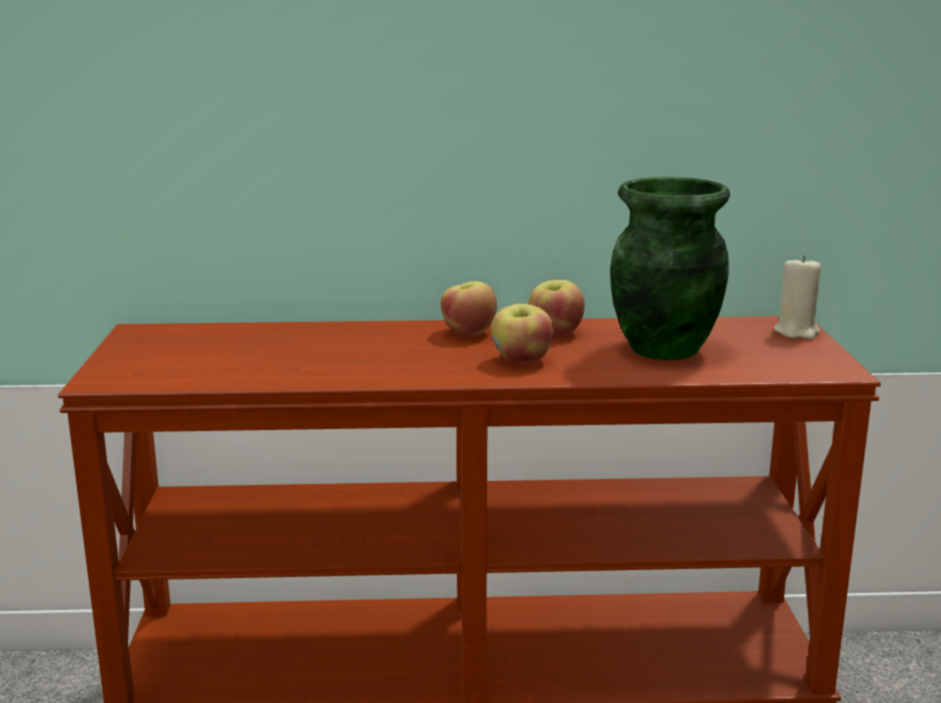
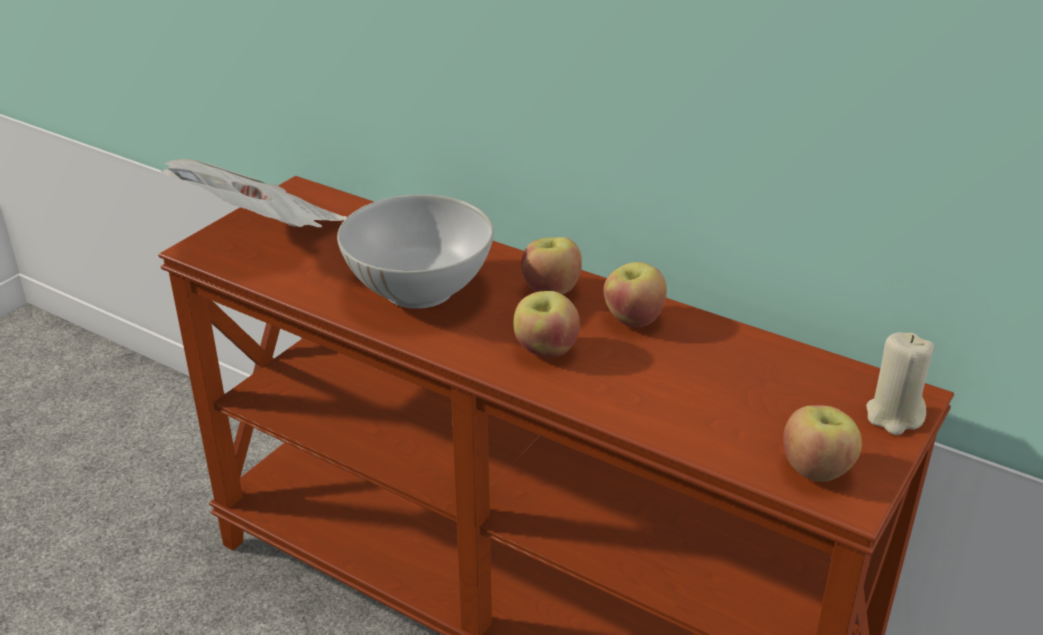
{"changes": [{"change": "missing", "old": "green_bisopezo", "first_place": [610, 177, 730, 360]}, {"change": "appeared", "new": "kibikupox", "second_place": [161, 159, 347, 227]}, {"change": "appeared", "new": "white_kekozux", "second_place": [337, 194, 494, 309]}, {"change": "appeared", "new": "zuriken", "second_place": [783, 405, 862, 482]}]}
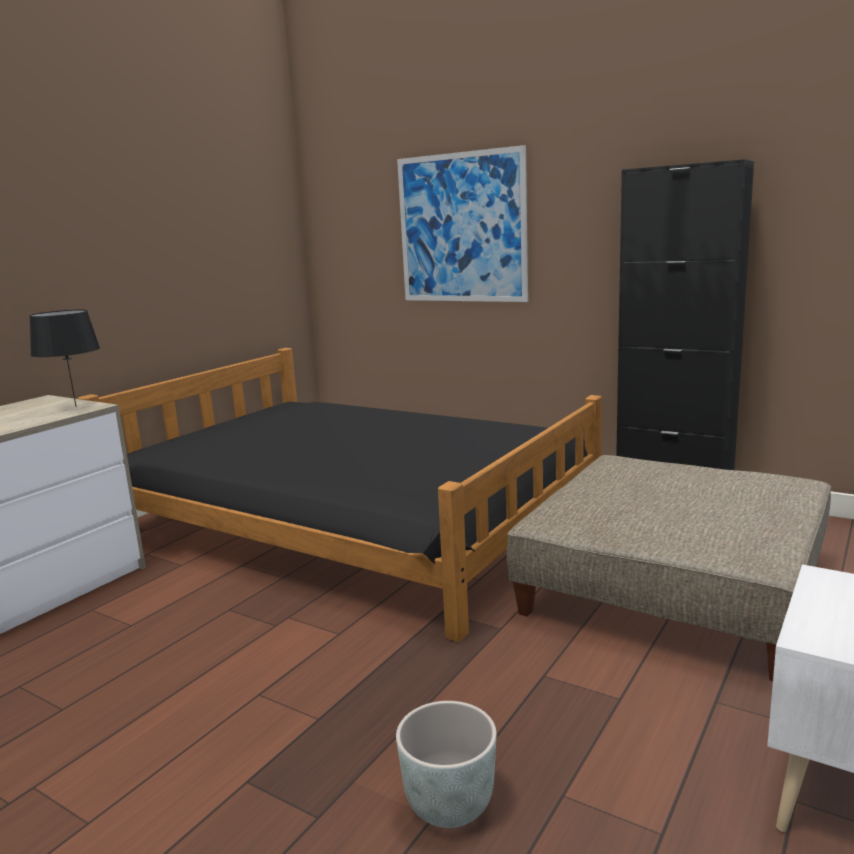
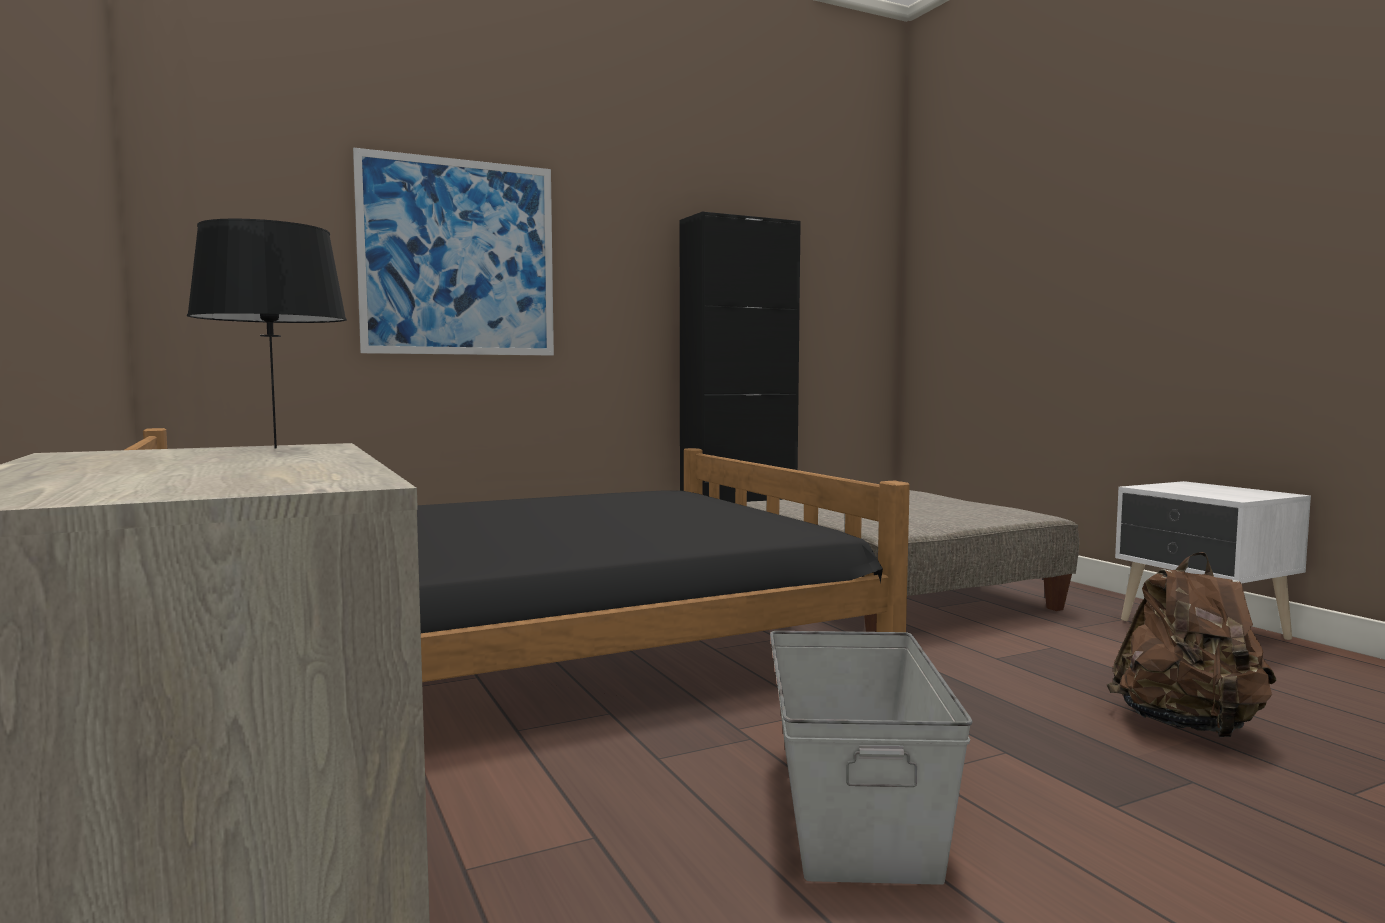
{"changes": [{"change": "exchanged", "old": "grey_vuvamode", "new": "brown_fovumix", "first_place": [396, 701, 497, 828], "second_place": [1107, 552, 1277, 737]}, {"change": "appeared", "new": "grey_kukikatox", "second_place": [770, 631, 973, 885]}]}
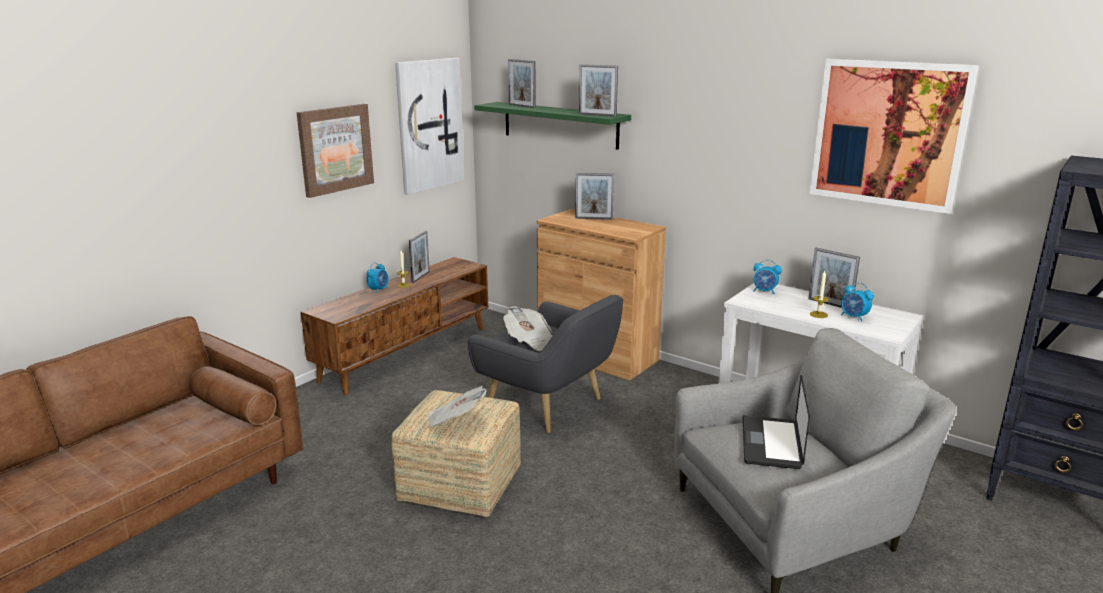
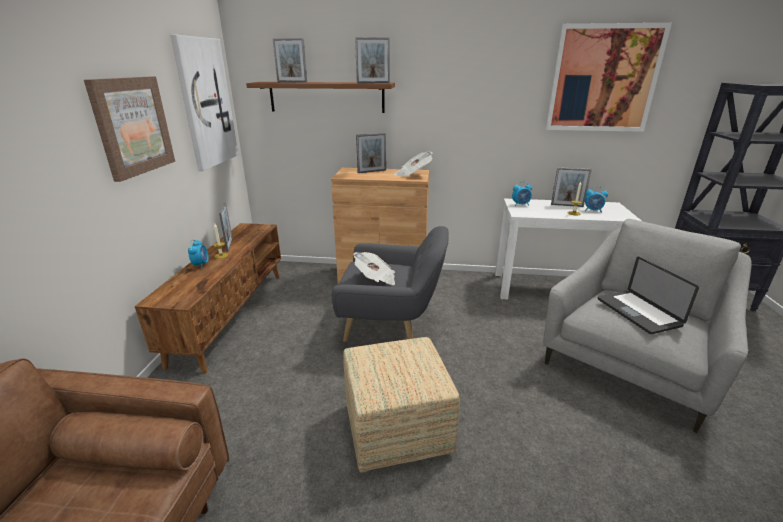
{"changes": [{"change": "colour", "old": "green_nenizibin", "new": "brown_nenizibin", "first_place": [474, 102, 631, 149], "second_place": [246, 82, 395, 113]}, {"change": "relocated", "old": "kibikupox", "first_place": [427, 386, 487, 428], "second_place": [394, 151, 433, 177]}]}
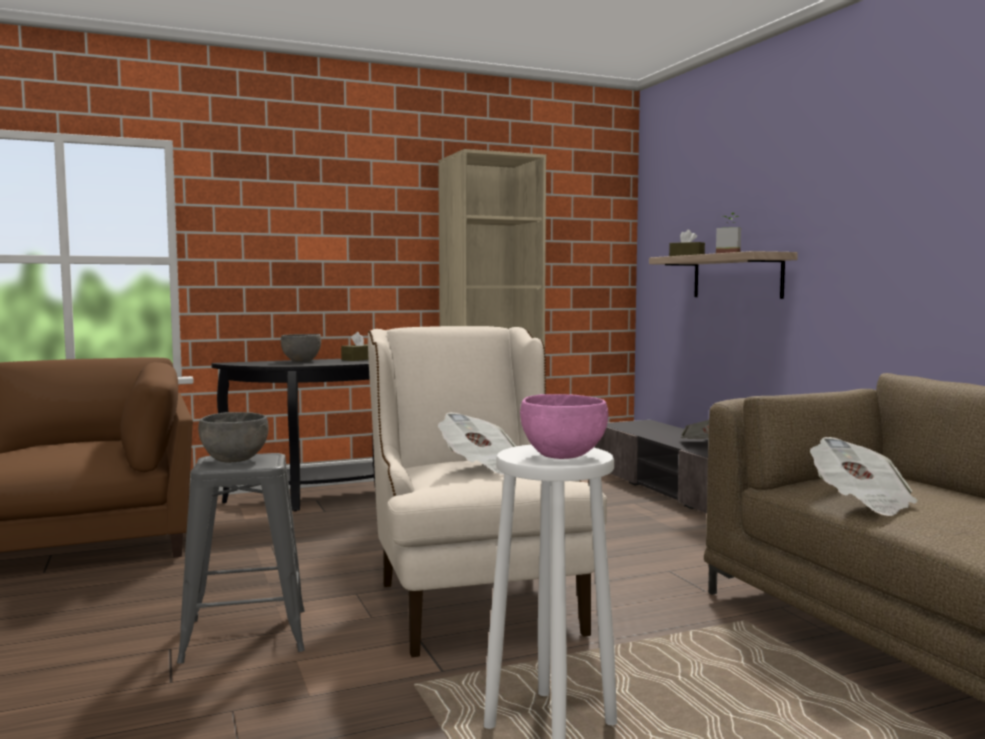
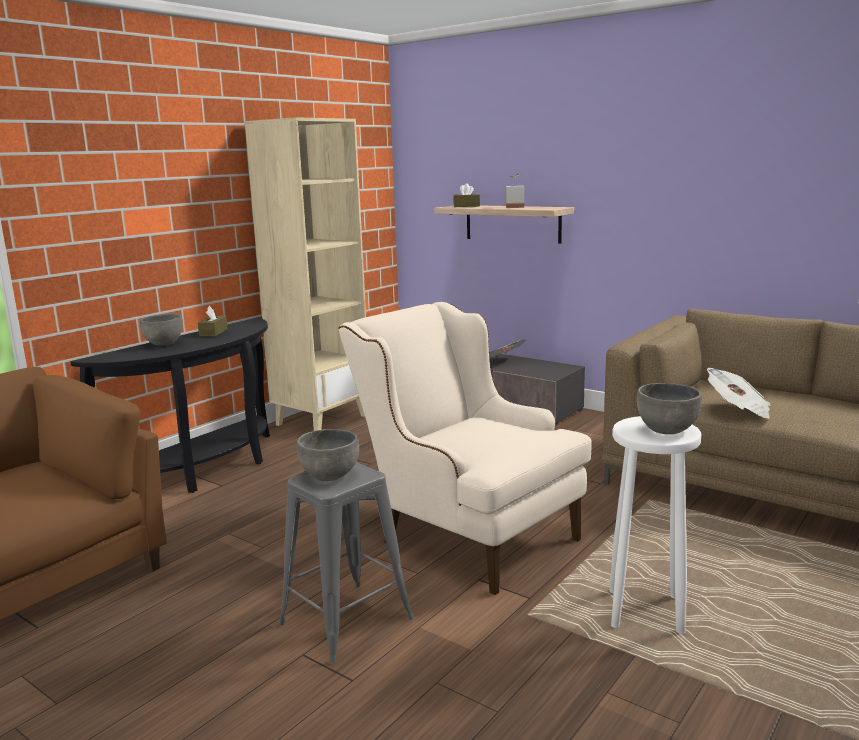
{"changes": [{"change": "colour", "old": "pink_kekozux", "new": "grey_kekozux", "first_place": [520, 394, 608, 459], "second_place": [637, 383, 702, 434]}, {"change": "missing", "old": "kibikupox", "first_place": [438, 412, 516, 475]}]}
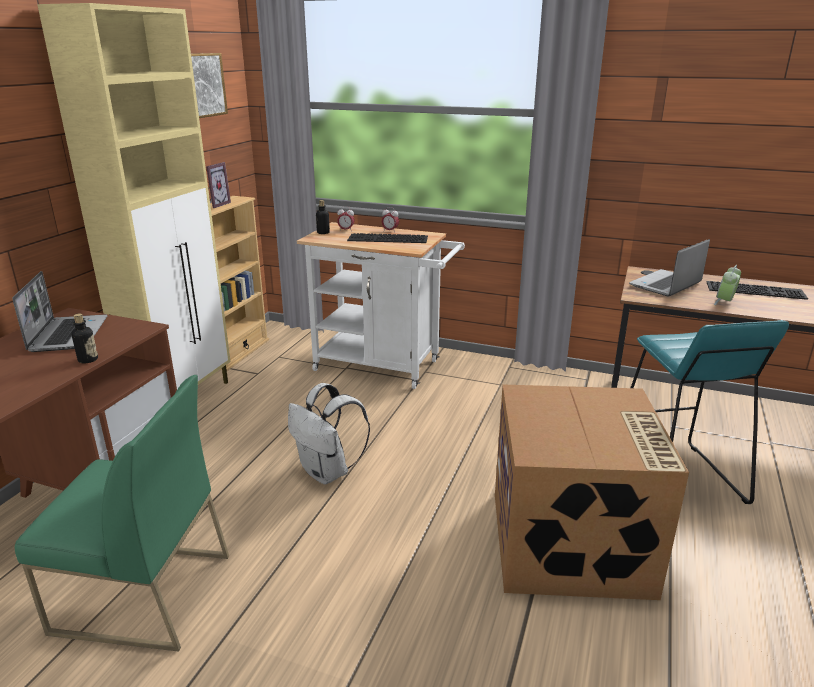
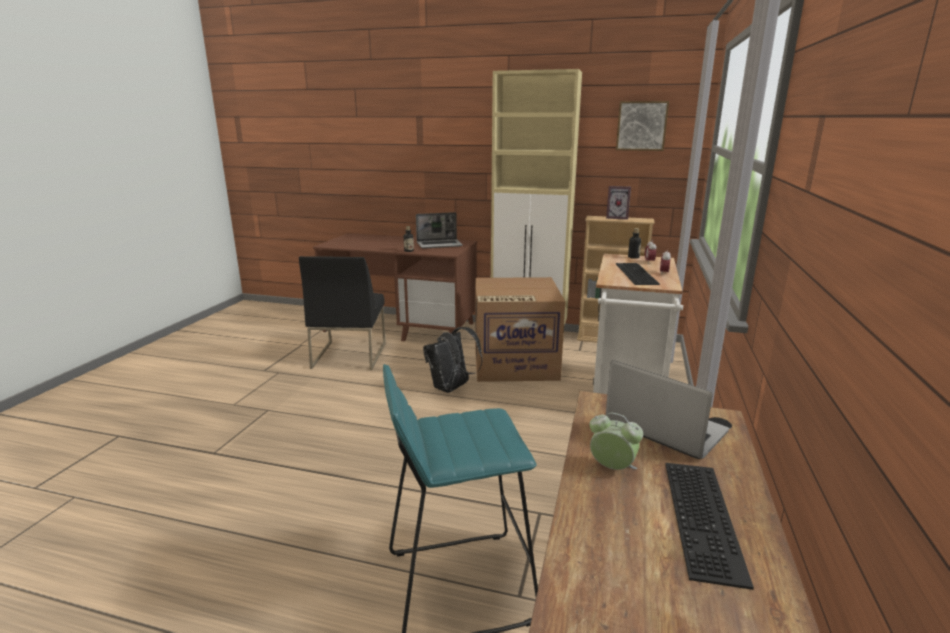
{"changes": [{"change": "colour", "old": "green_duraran", "new": "black_duraran", "first_place": [15, 375, 229, 651], "second_place": [299, 256, 386, 370]}, {"change": "colour", "old": "white_fovumix", "new": "black_fovumix", "first_place": [288, 383, 370, 484], "second_place": [423, 327, 483, 393]}, {"change": "relocated", "old": "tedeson", "first_place": [495, 385, 689, 600], "second_place": [475, 277, 565, 382]}]}
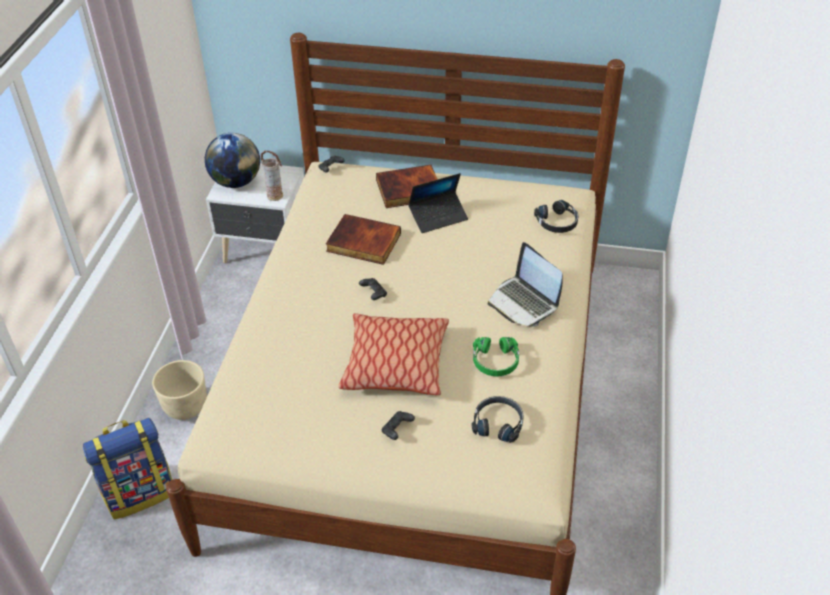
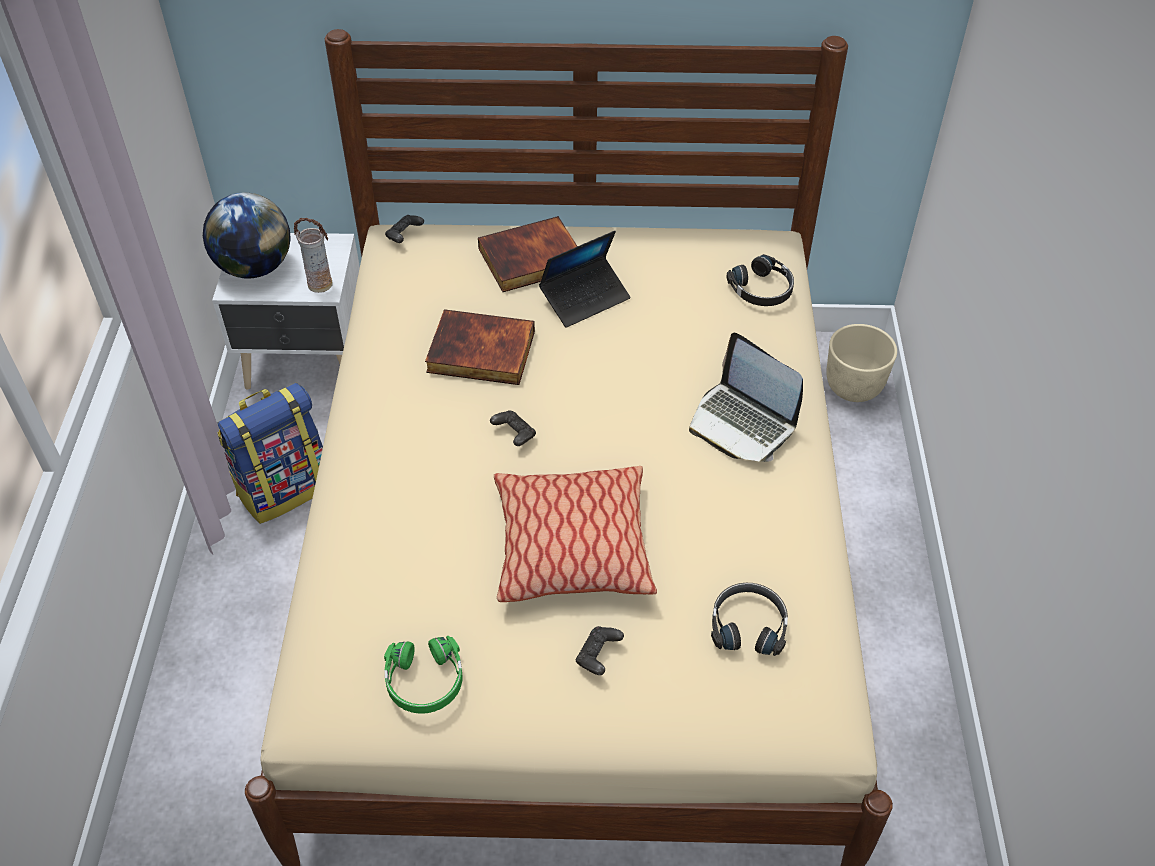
{"changes": [{"change": "relocated", "old": "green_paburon", "first_place": [473, 337, 519, 376], "second_place": [384, 636, 462, 714]}, {"change": "relocated", "old": "beige_vuvamode", "first_place": [152, 360, 207, 420], "second_place": [826, 324, 897, 402]}, {"change": "relocated", "old": "fovumix", "first_place": [83, 418, 172, 520], "second_place": [217, 383, 323, 524]}]}
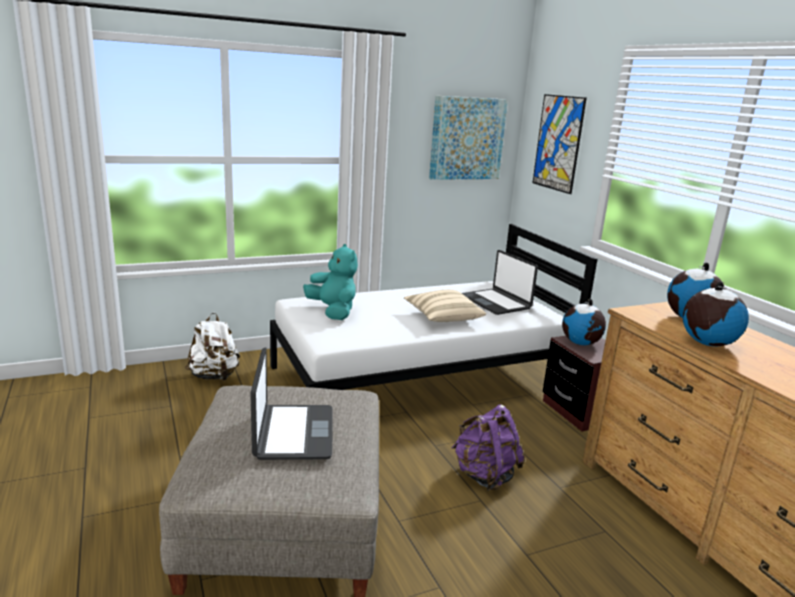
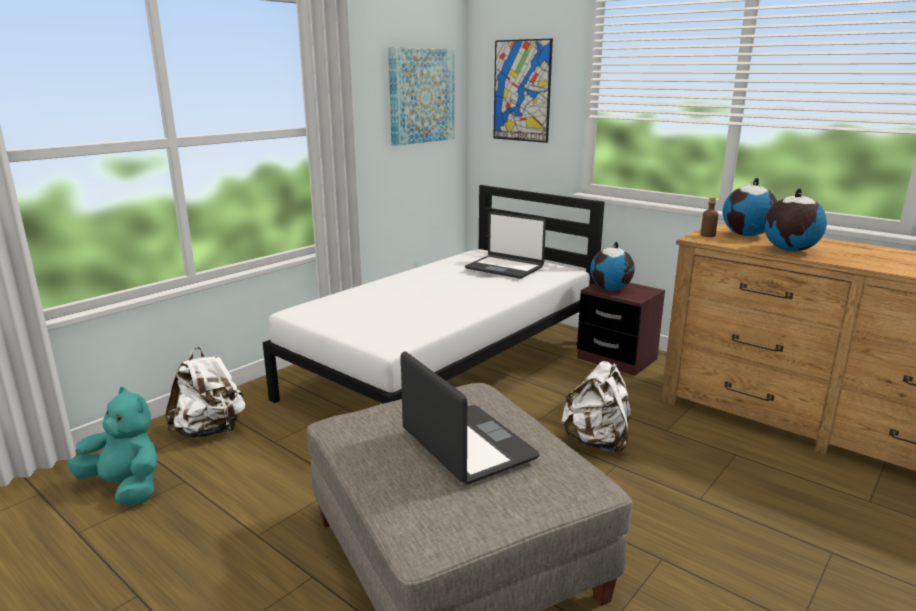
{"changes": [{"change": "relocated", "old": "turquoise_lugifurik", "first_place": [303, 244, 358, 320], "second_place": [67, 387, 157, 506]}, {"change": "missing", "old": "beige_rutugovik", "first_place": [404, 290, 486, 322]}, {"change": "colour", "old": "purple_fovumix", "new": "white_fovumix", "first_place": [452, 404, 525, 491], "second_place": [562, 361, 631, 454]}, {"change": "appeared", "new": "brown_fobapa", "second_place": [701, 197, 718, 237]}]}
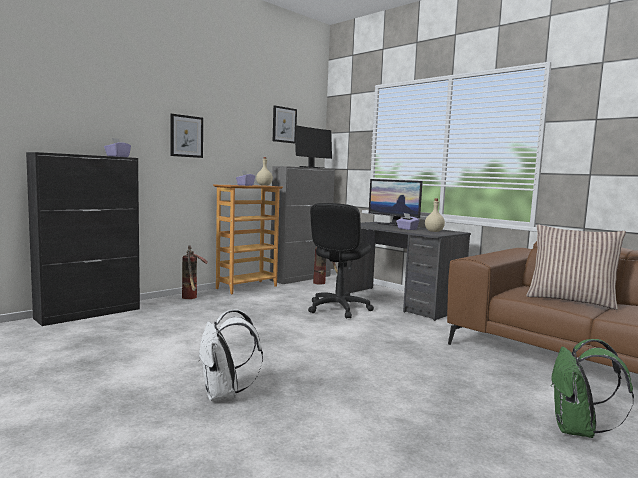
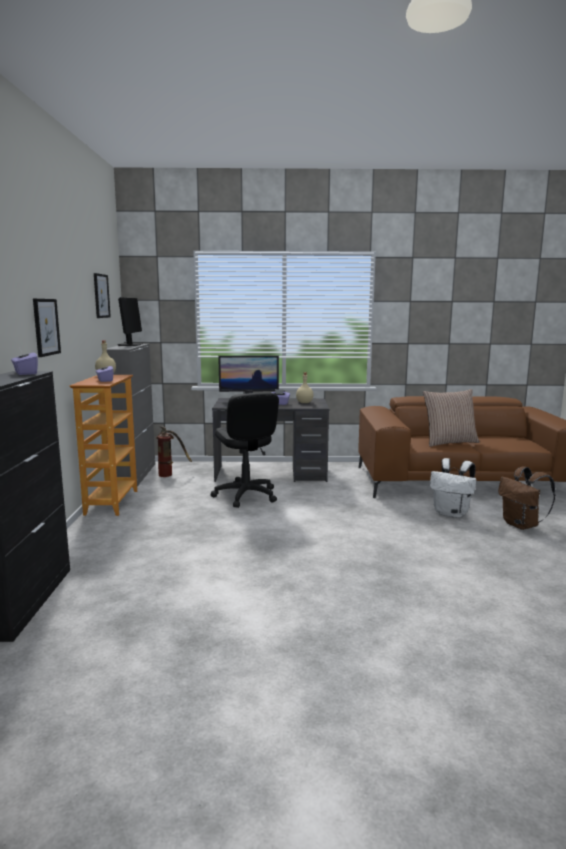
{"changes": [{"change": "missing", "old": "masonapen", "first_place": [182, 245, 208, 299]}, {"change": "relocated", "old": "white_fovumix", "first_place": [198, 309, 263, 401], "second_place": [430, 458, 476, 518]}, {"change": "colour", "old": "green_fovumix", "new": "brown_fovumix", "first_place": [551, 339, 634, 438], "second_place": [498, 466, 555, 530]}]}
